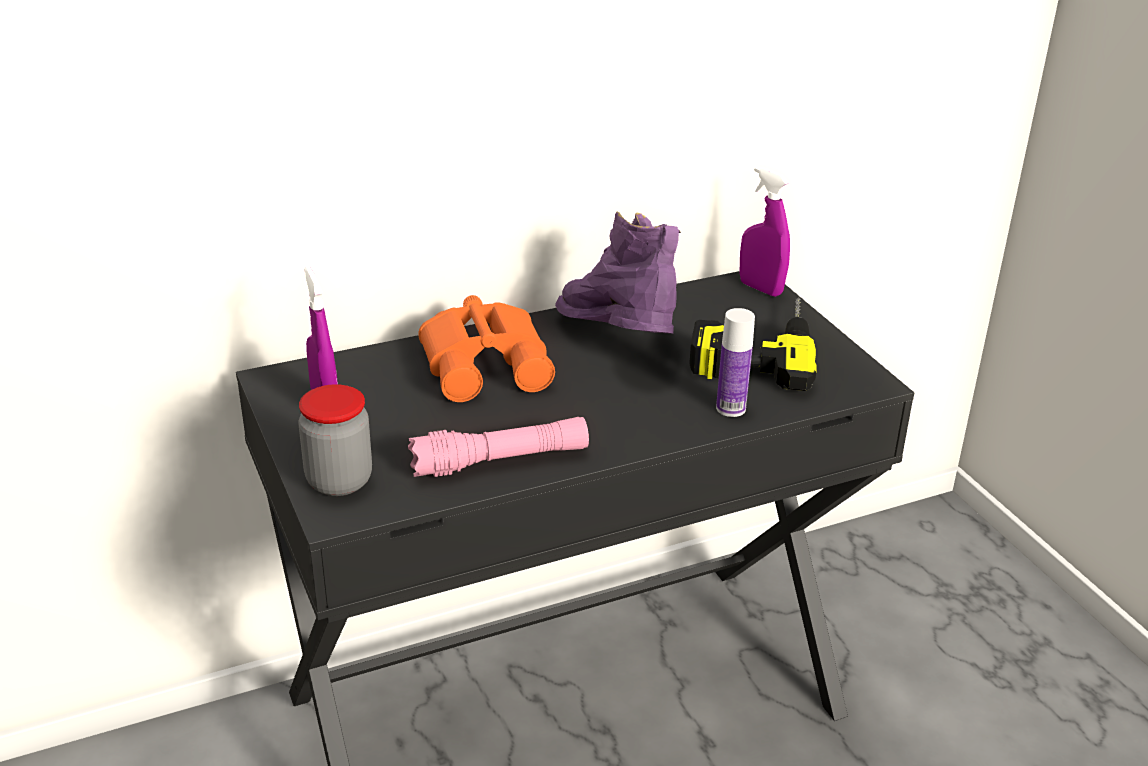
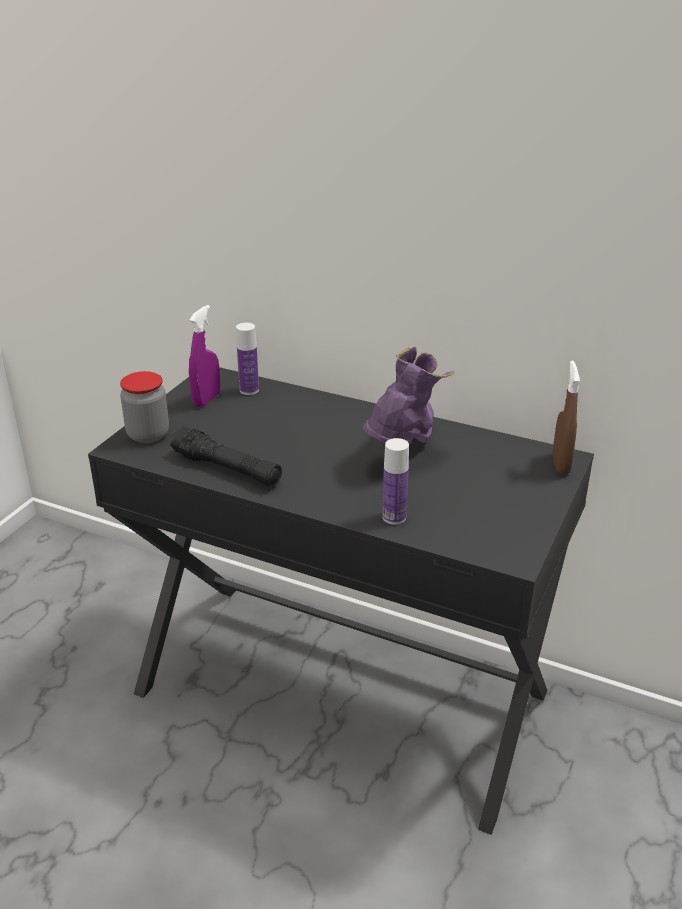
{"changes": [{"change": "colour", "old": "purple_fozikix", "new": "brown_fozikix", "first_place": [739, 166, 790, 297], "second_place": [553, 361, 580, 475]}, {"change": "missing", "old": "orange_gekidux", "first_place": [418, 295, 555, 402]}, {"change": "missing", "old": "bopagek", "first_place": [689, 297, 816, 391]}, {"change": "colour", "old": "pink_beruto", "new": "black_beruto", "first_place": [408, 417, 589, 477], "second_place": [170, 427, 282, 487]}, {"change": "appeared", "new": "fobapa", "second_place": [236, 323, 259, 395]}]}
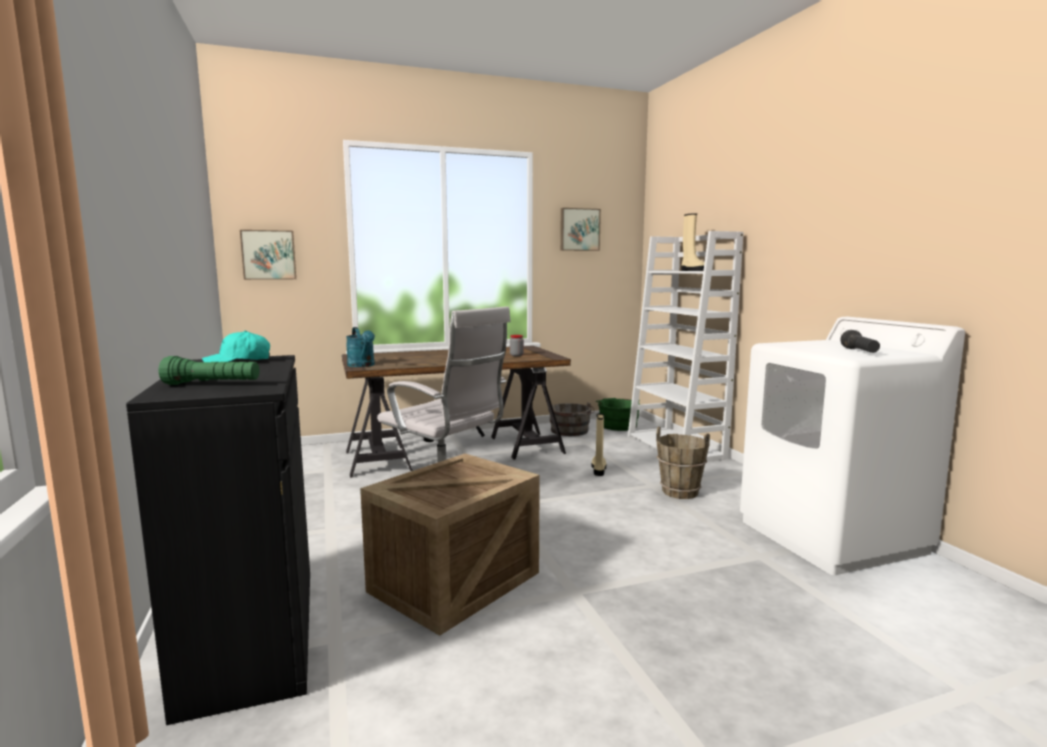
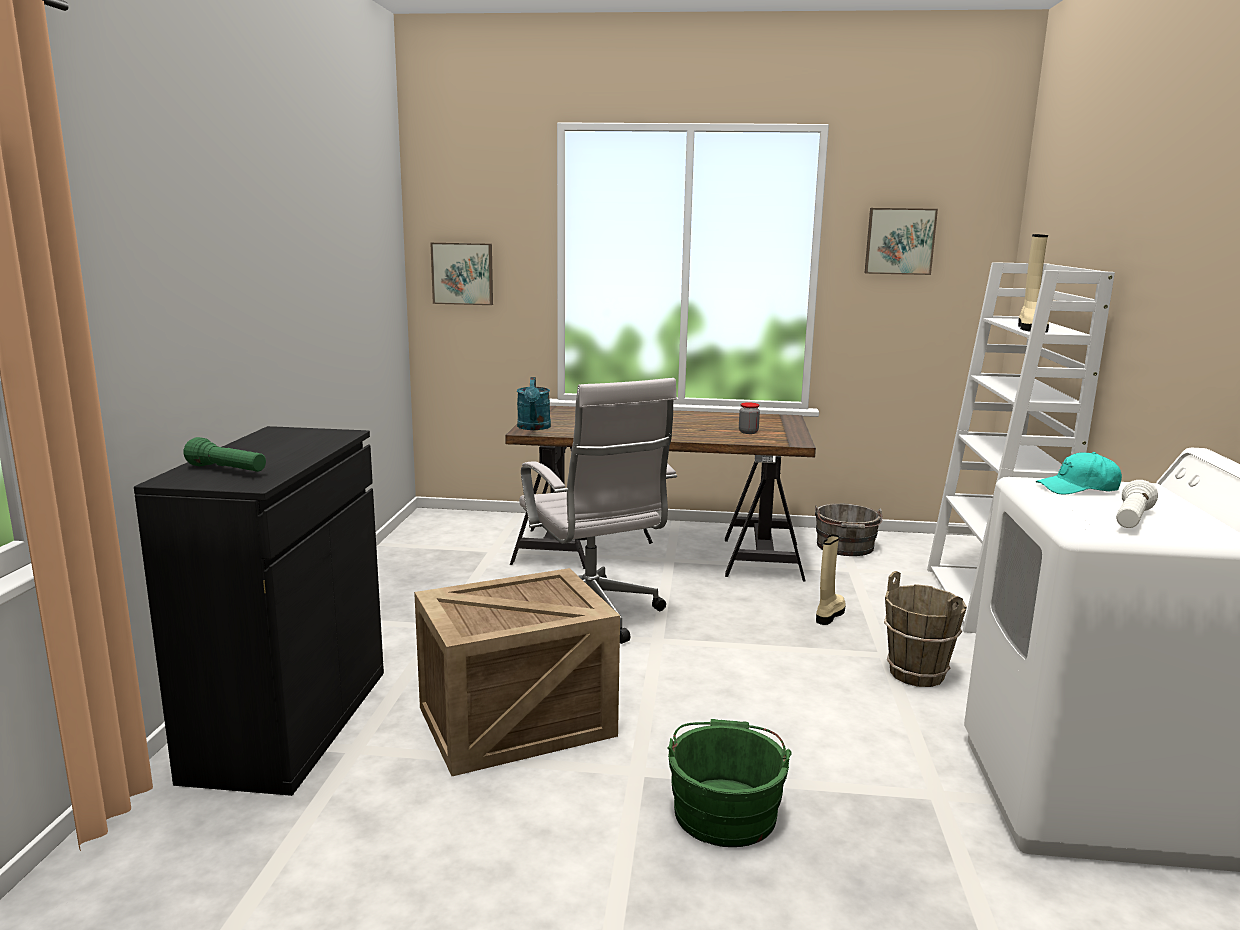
{"changes": [{"change": "colour", "old": "black_beruto", "new": "white_beruto", "first_place": [840, 330, 880, 353], "second_place": [1116, 480, 1158, 528]}, {"change": "relocated", "old": "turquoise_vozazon", "first_place": [202, 331, 270, 362], "second_place": [1036, 452, 1122, 495]}, {"change": "relocated", "old": "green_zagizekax", "first_place": [596, 398, 641, 431], "second_place": [667, 719, 792, 847]}]}
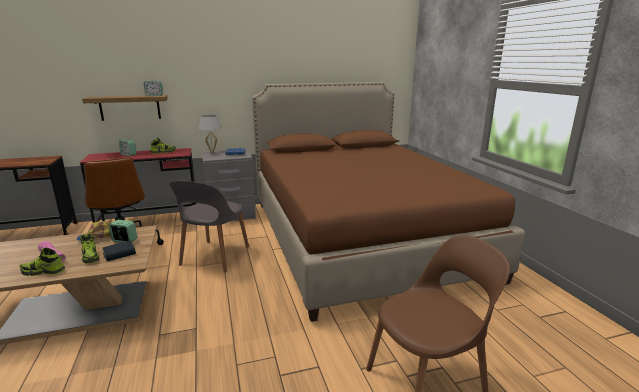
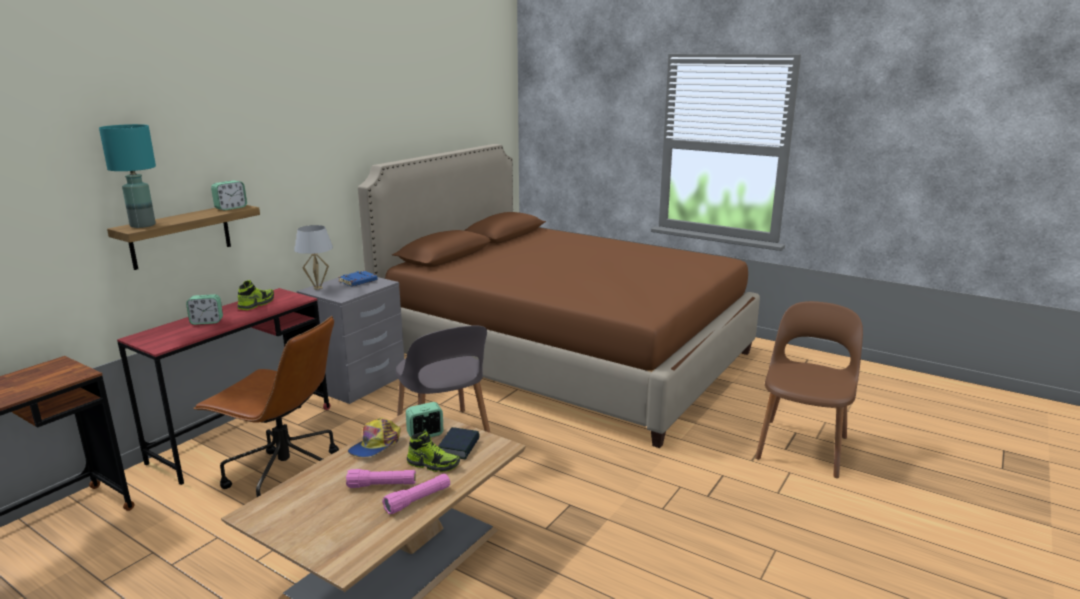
{"changes": [{"change": "exchanged", "old": "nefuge", "new": "pink_beruto", "first_place": [20, 248, 65, 276], "second_place": [382, 474, 450, 514]}, {"change": "appeared", "new": "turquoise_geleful", "second_place": [99, 124, 156, 228]}]}
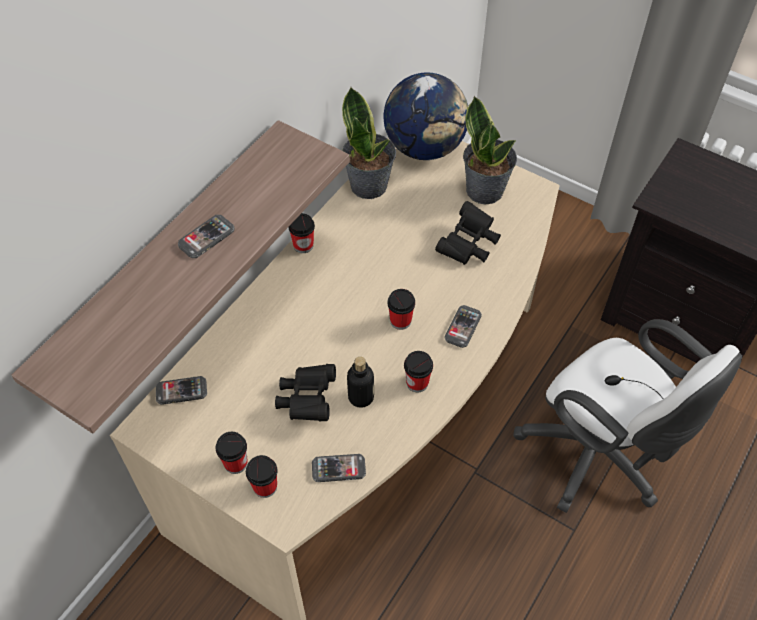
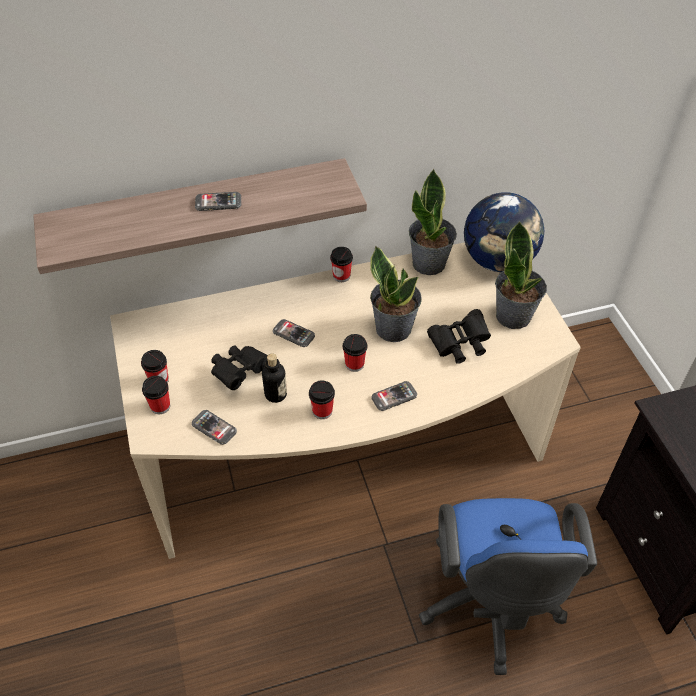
{"changes": [{"change": "colour", "old": "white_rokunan", "new": "blue_rokunan", "first_place": [513, 319, 742, 513], "second_place": [419, 498, 597, 675]}, {"change": "relocated", "old": "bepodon", "first_place": [156, 376, 207, 405], "second_place": [273, 319, 315, 347]}, {"change": "appeared", "new": "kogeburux", "second_place": [370, 246, 422, 342]}]}
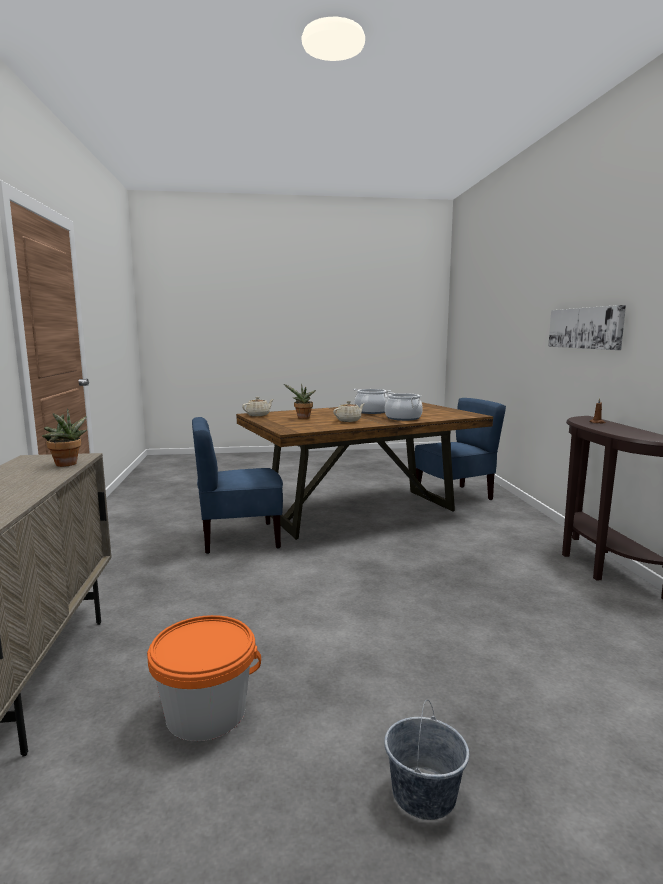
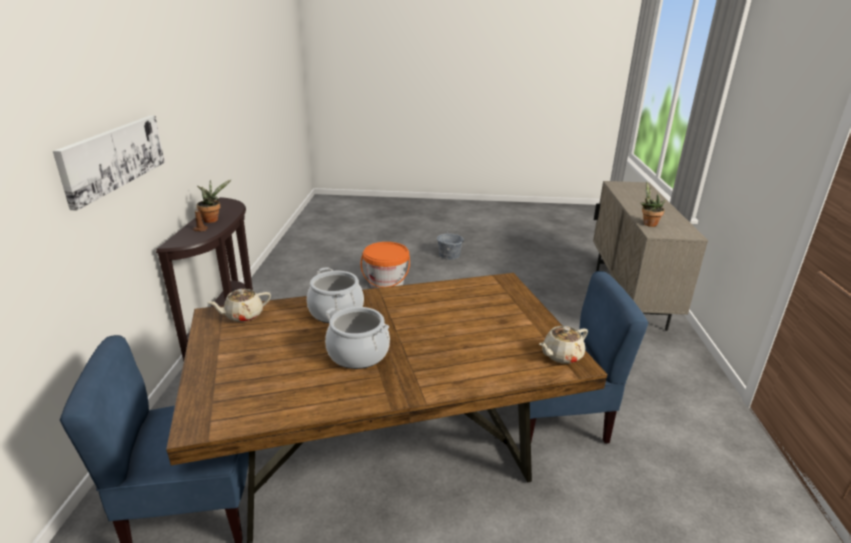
{"changes": [{"change": "relocated", "old": "kogeburux", "first_place": [284, 383, 316, 419], "second_place": [197, 179, 232, 223]}, {"change": "relocated", "old": "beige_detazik", "first_place": [333, 401, 364, 422], "second_place": [207, 289, 271, 322]}, {"change": "relocated", "old": "orange_zagizekax", "first_place": [147, 615, 261, 741], "second_place": [361, 242, 410, 288]}]}
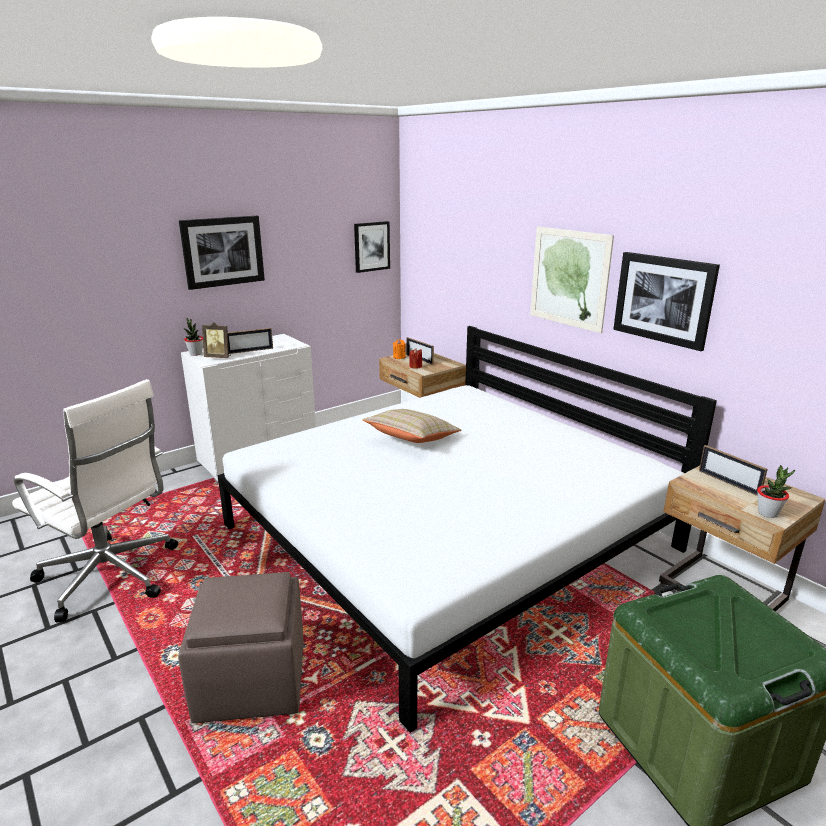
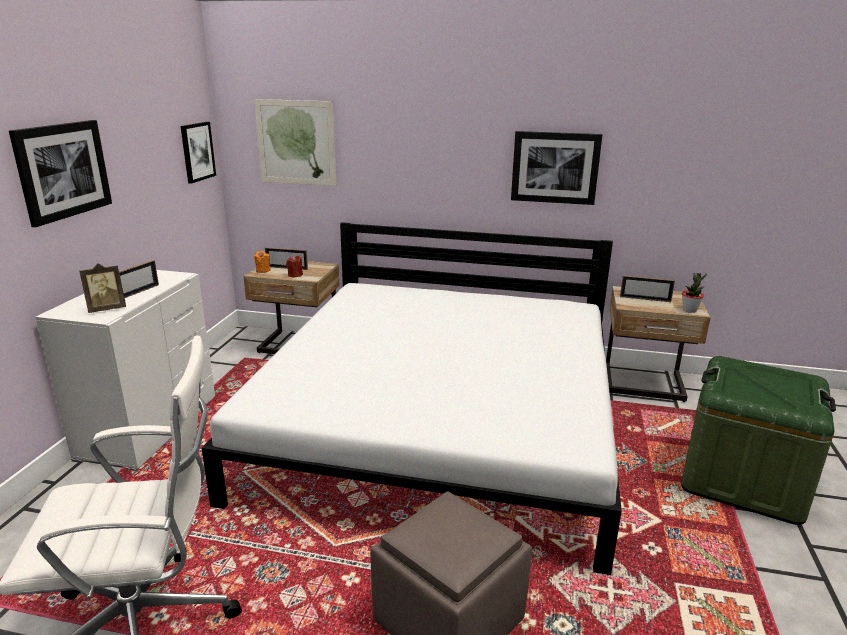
{"changes": [{"change": "relocated", "old": "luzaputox", "first_place": [530, 227, 614, 333], "second_place": [254, 99, 336, 186]}, {"change": "missing", "old": "kogeburux", "first_place": [183, 318, 203, 356]}, {"change": "missing", "old": "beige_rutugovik", "first_place": [362, 409, 461, 443]}]}
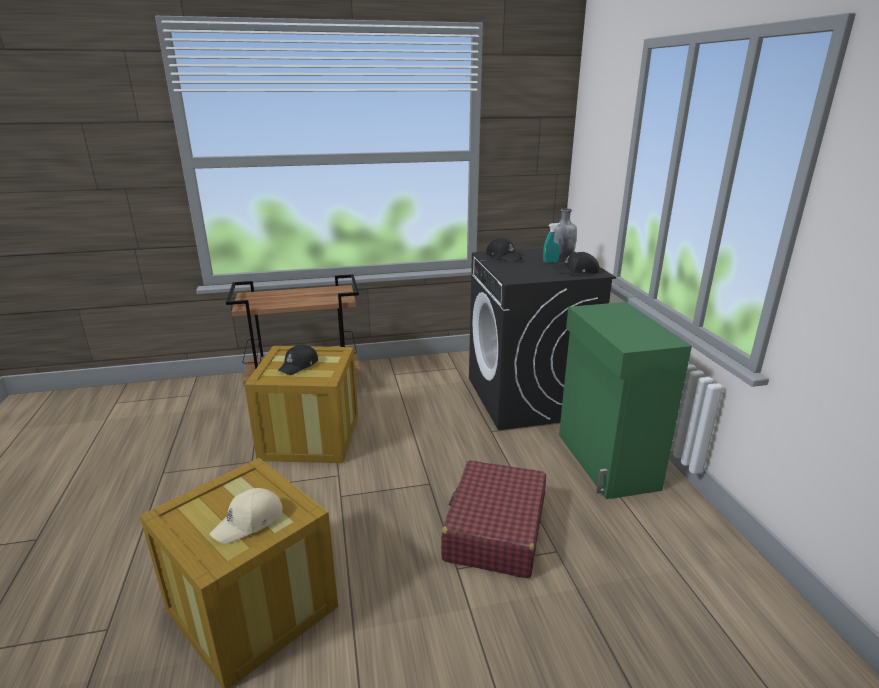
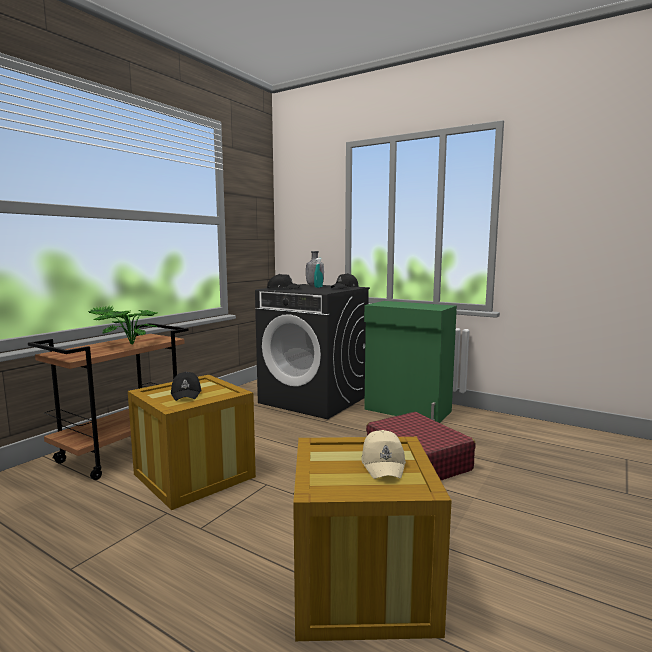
{"changes": [{"change": "appeared", "new": "kogeburux", "second_place": [88, 306, 158, 344]}]}
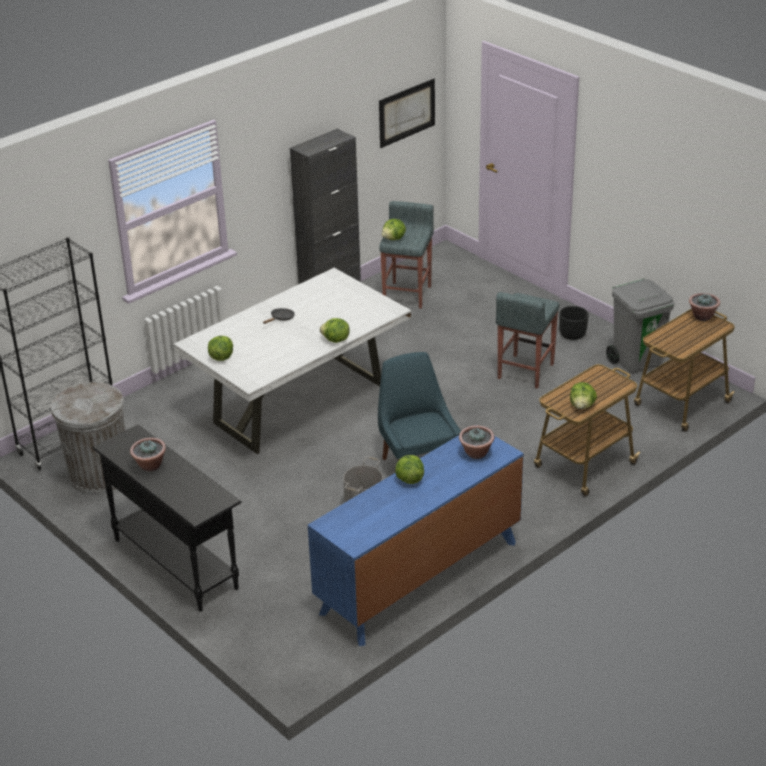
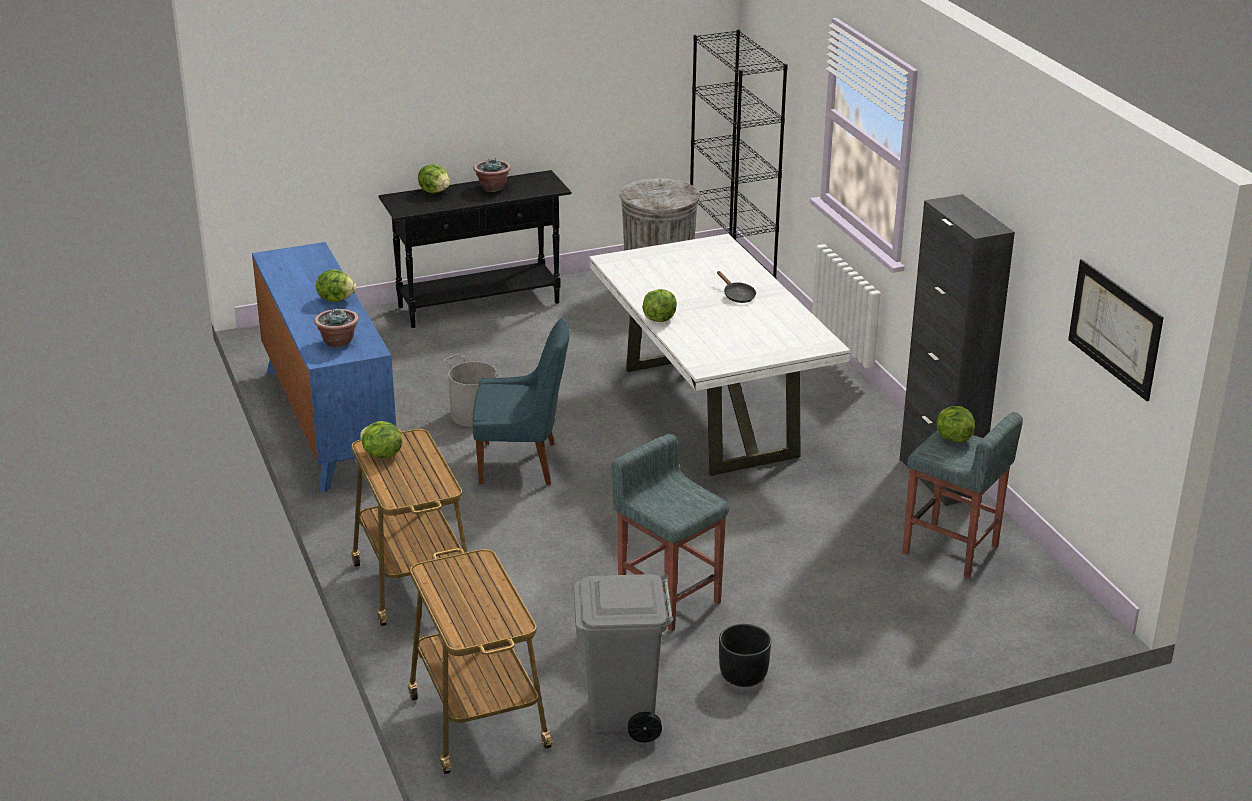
{"changes": [{"change": "missing", "old": "kogeburux", "first_place": [689, 293, 720, 321]}, {"change": "relocated", "old": "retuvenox", "first_place": [208, 336, 233, 361], "second_place": [418, 164, 449, 193]}]}
